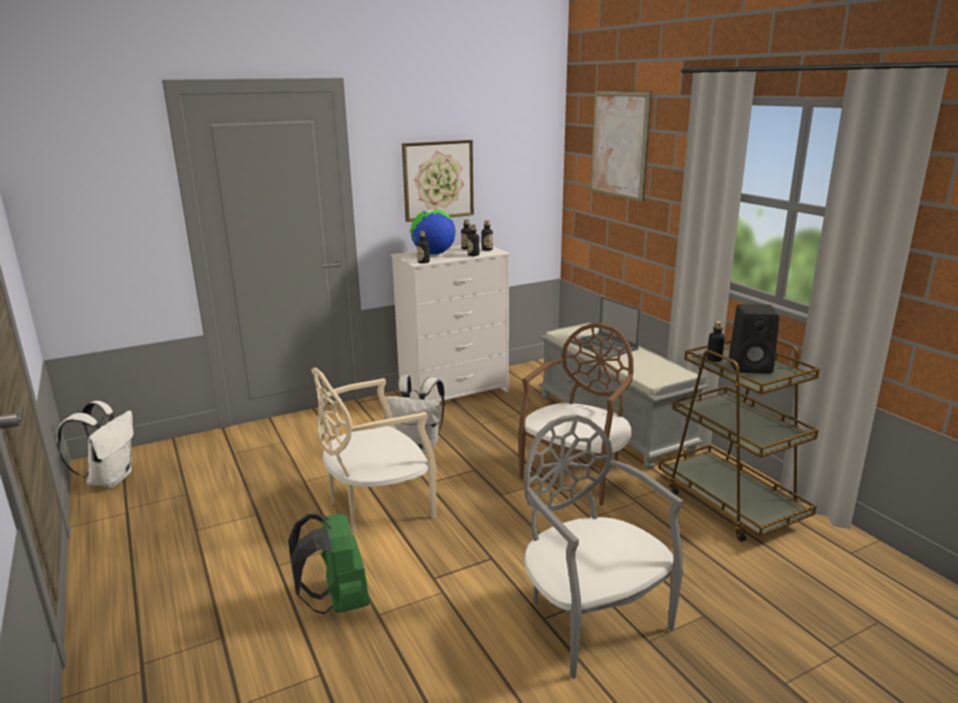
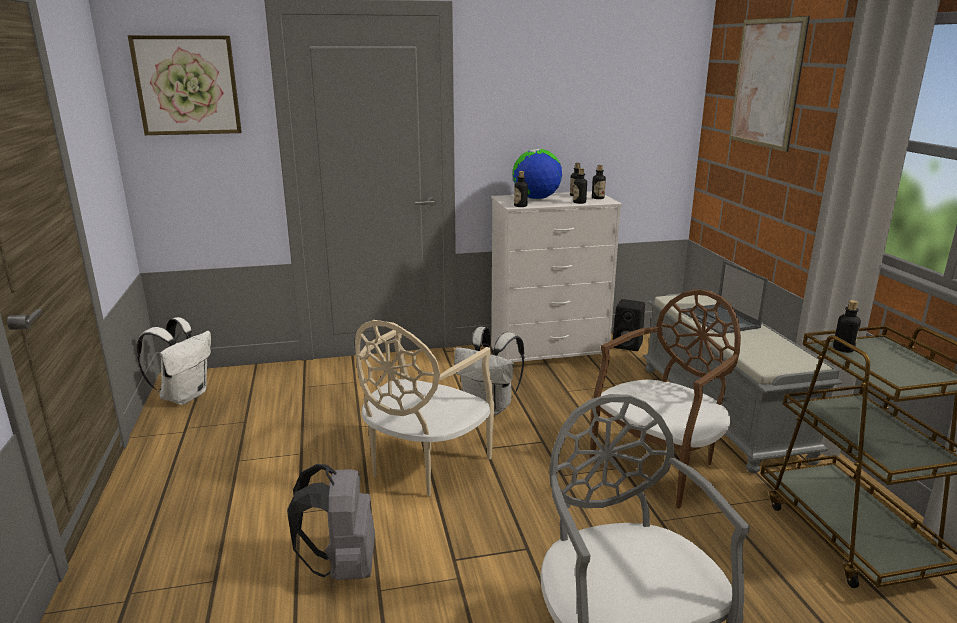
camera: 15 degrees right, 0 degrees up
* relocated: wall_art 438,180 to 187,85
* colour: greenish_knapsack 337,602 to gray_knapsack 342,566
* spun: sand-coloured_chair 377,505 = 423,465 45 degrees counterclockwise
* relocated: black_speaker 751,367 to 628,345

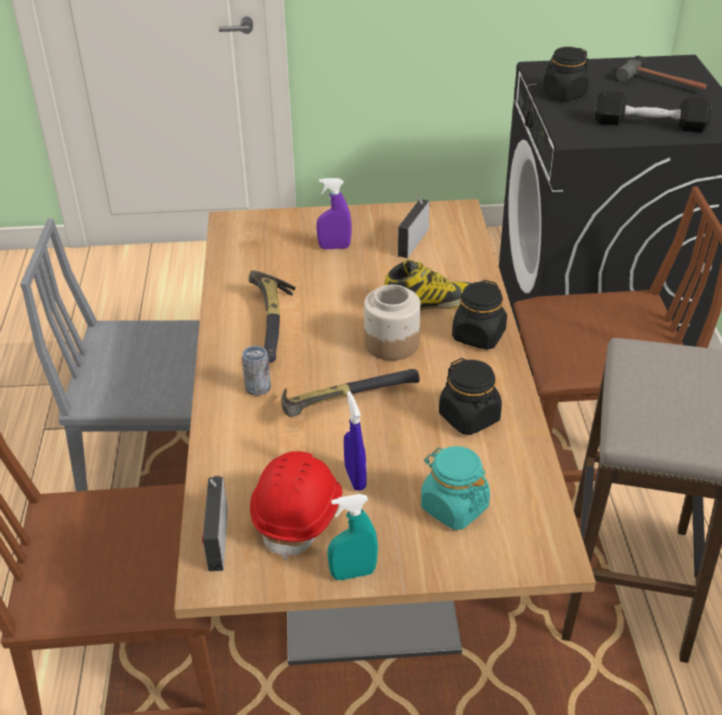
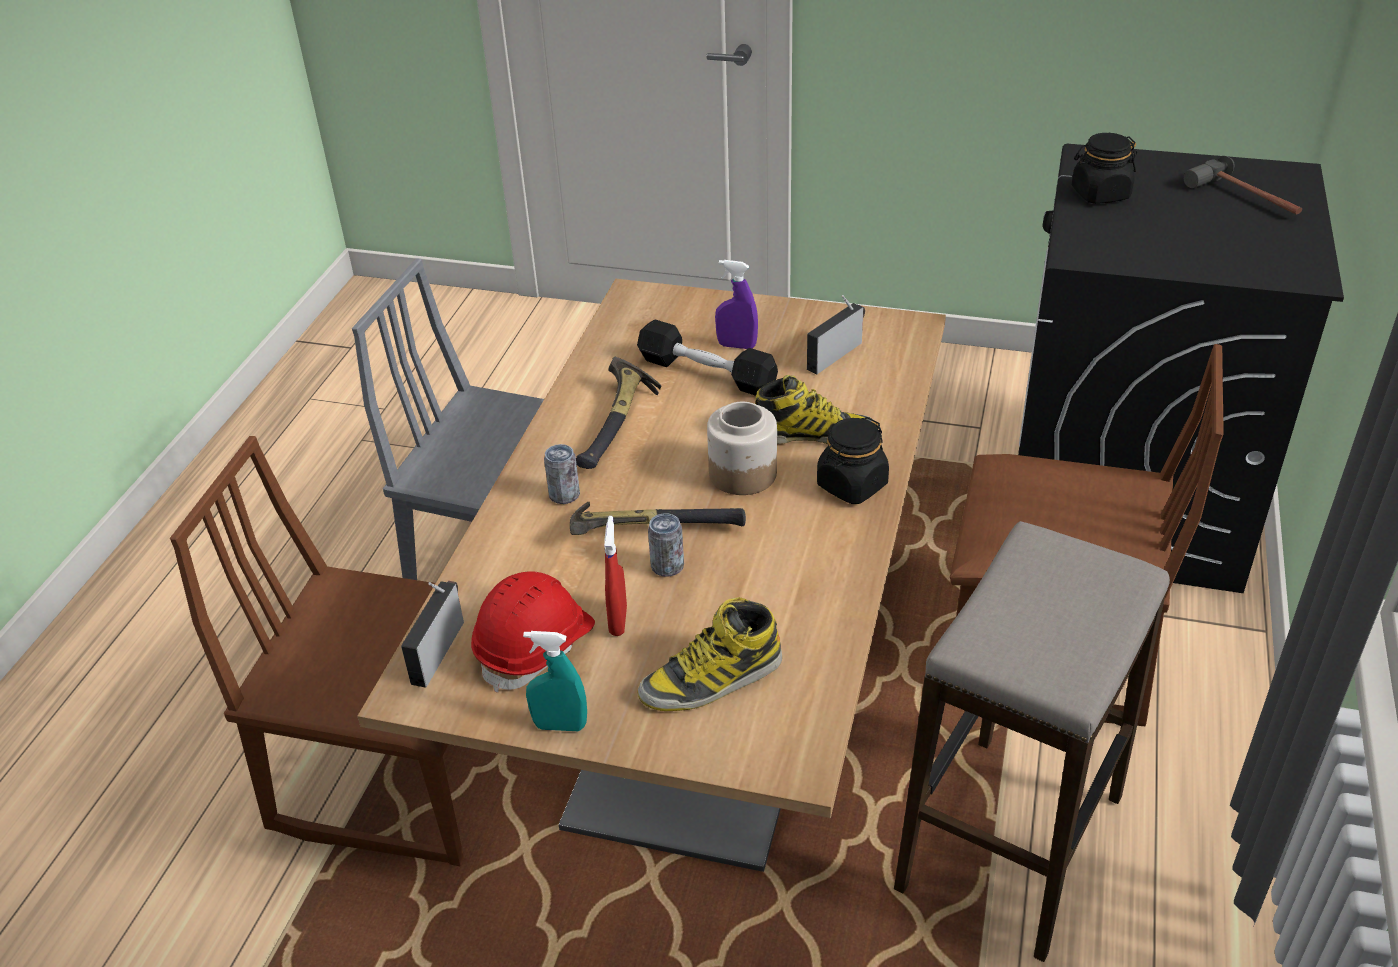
camera: 20 degrees right, 0 degrees up
* colour: bluish_spray_bottle 355,478 to red_spray_bottle 618,621
* relocated: black_free_weight 649,124 to 707,373
* exchanged: turquoise-coloured_storage_jar 454,507 to boot 711,680
* appeared: can 667,566
* missing: black_storage_jar 469,417

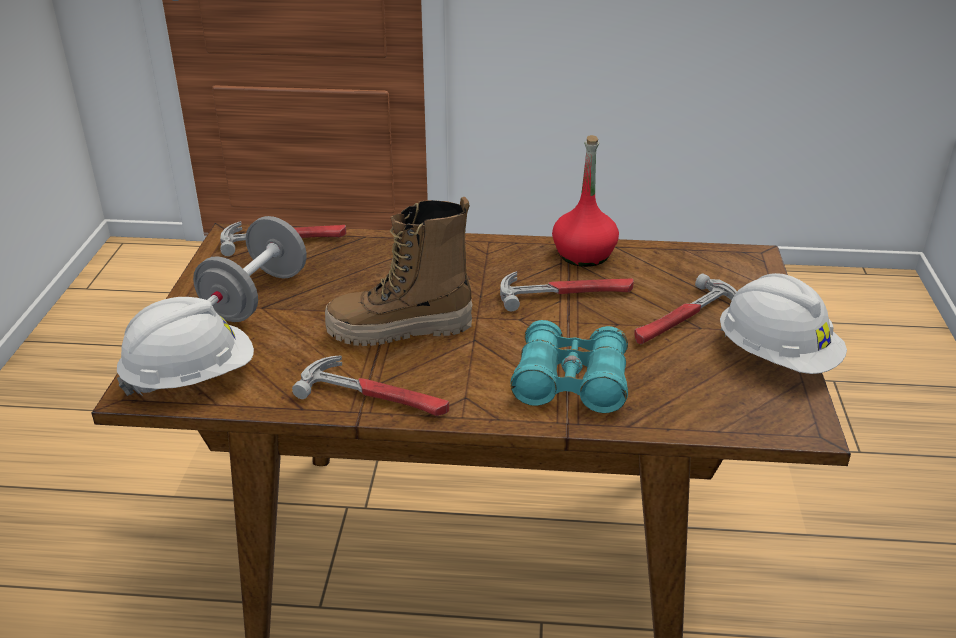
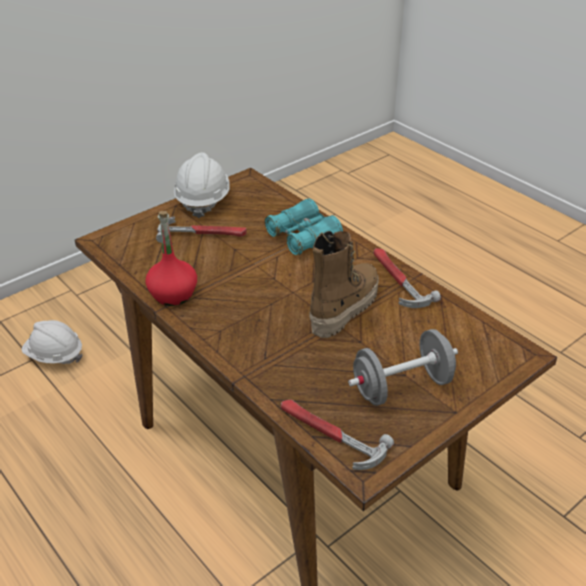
camera: 135 degrees left, 5 degrees up
* relocated: white_work_helmet 191,377 to 54,355
* spun: boot 400,330 = 343,308 90 degrees counterclockwise
* missing: tool_hammer 566,293

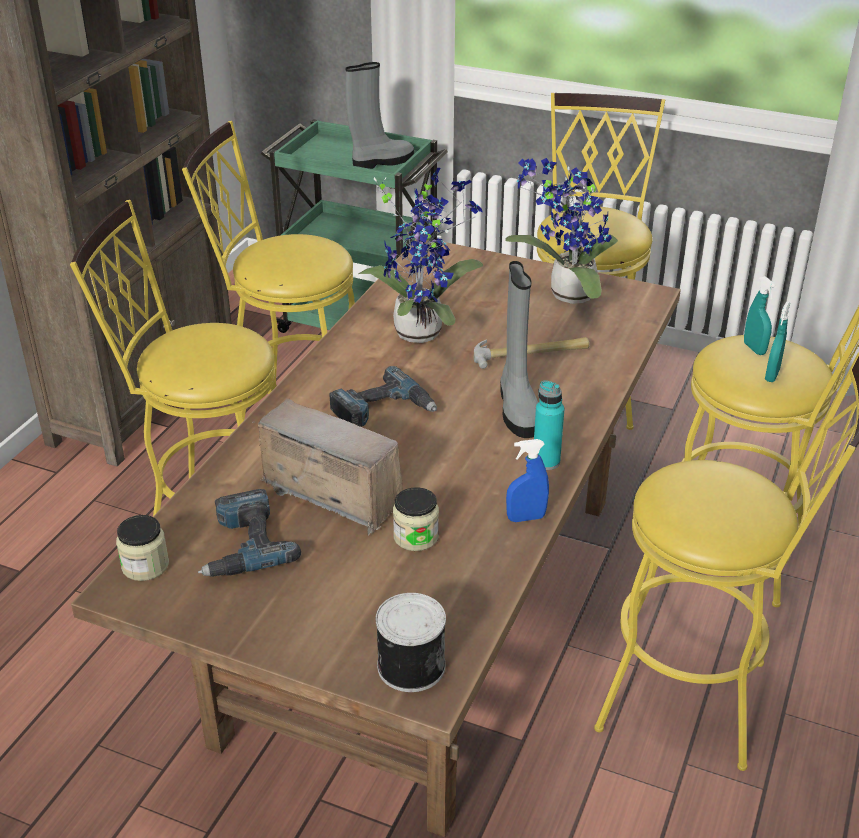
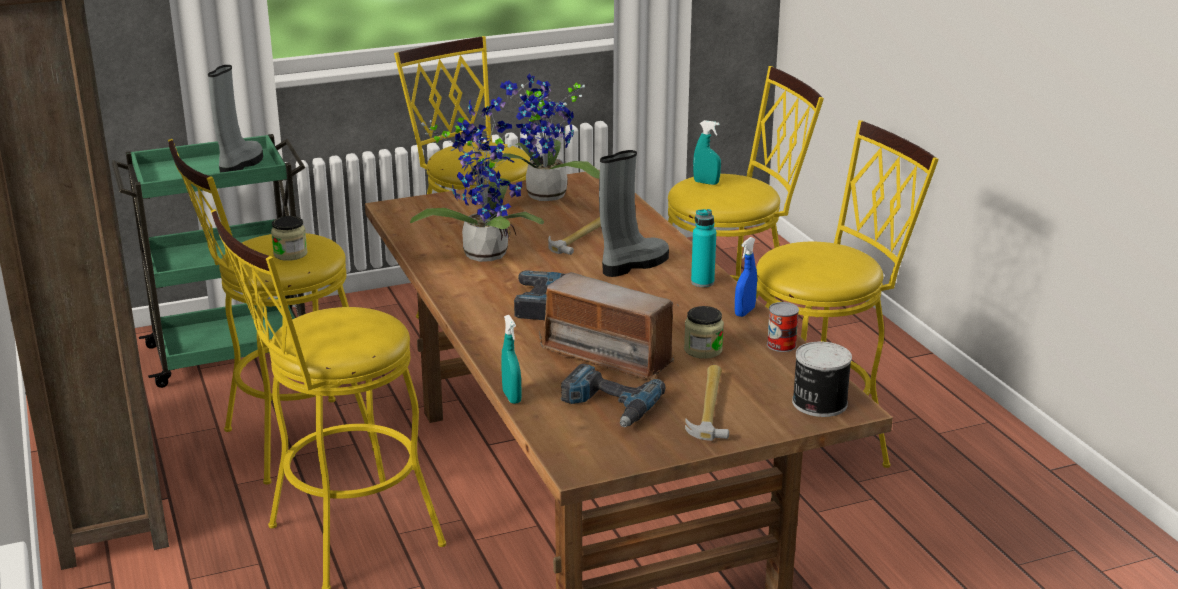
camera: 45 degrees left, 10 degrees down
* relocated: storage_jar 145,565 to 290,254
* relocated: turquoise-coloured_spray_bottle 772,375 to 511,397
* spun: radio_set 330,494 = 608,356 135 degrees counterclockwise
* spun: gray_boot 517,408 = 633,265 75 degrees counterclockwise
* appeared: tool_hammer 710,406
* appeared: can 781,345

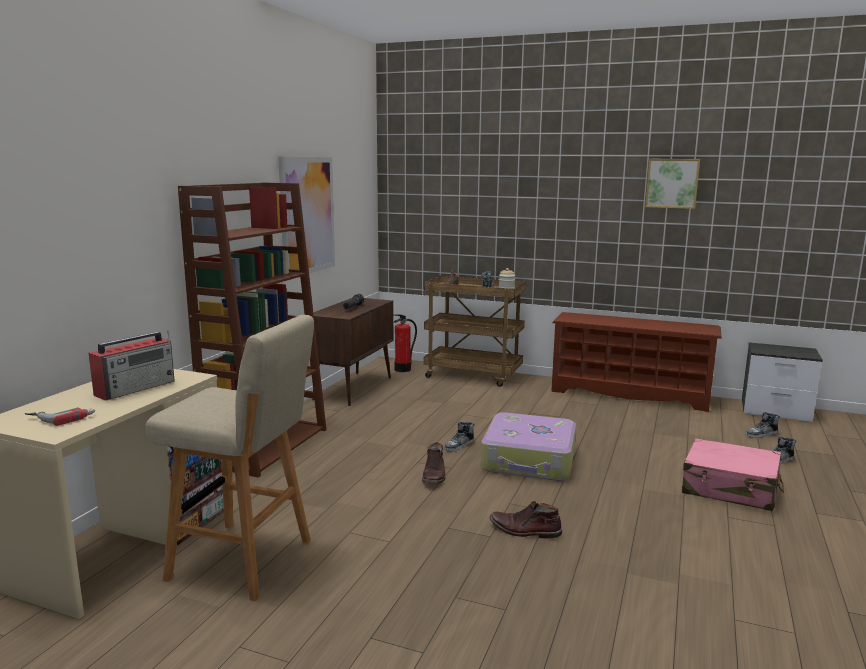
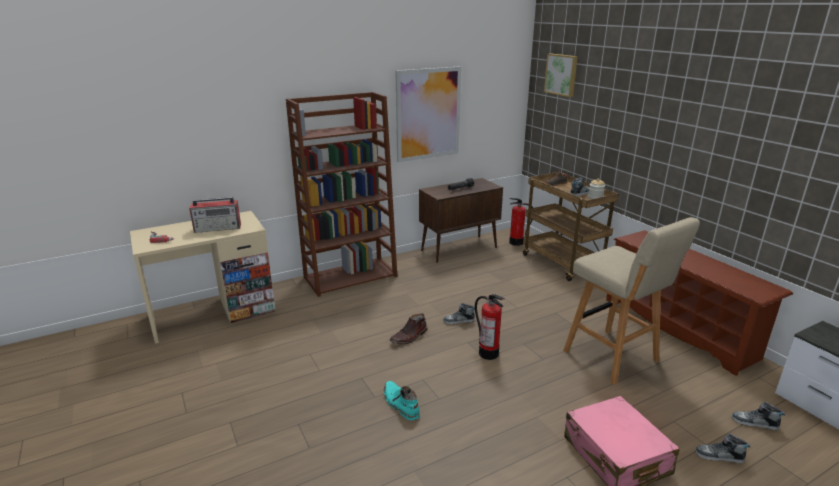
camera: 40 degrees right, 10 degrees up
* colour: brown_boot 525,530 to turquoise-coloured_boot 400,404
* exchanged: travel_case 529,460 to fire_extinguisher 488,353
* relocated: wall_art 672,183 to 561,74
* relocated: sand-coloured_sitting_stool 245,560 to 613,357

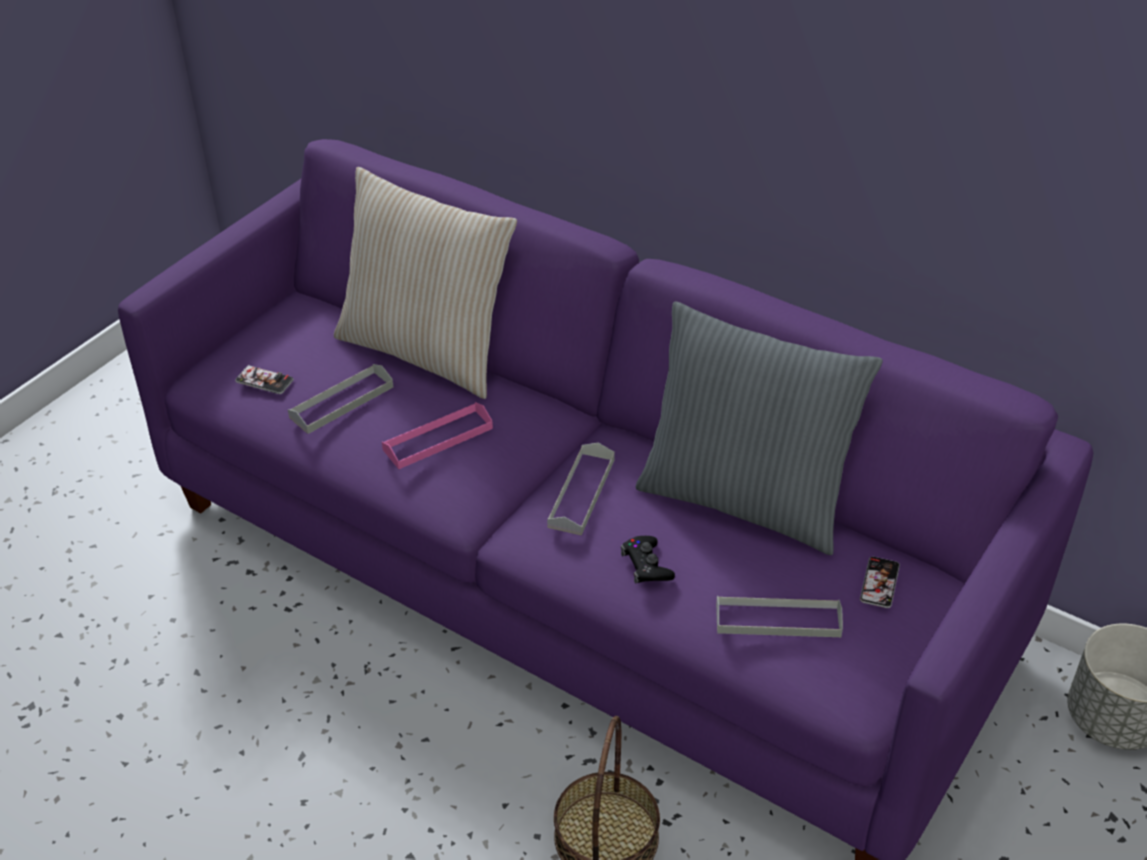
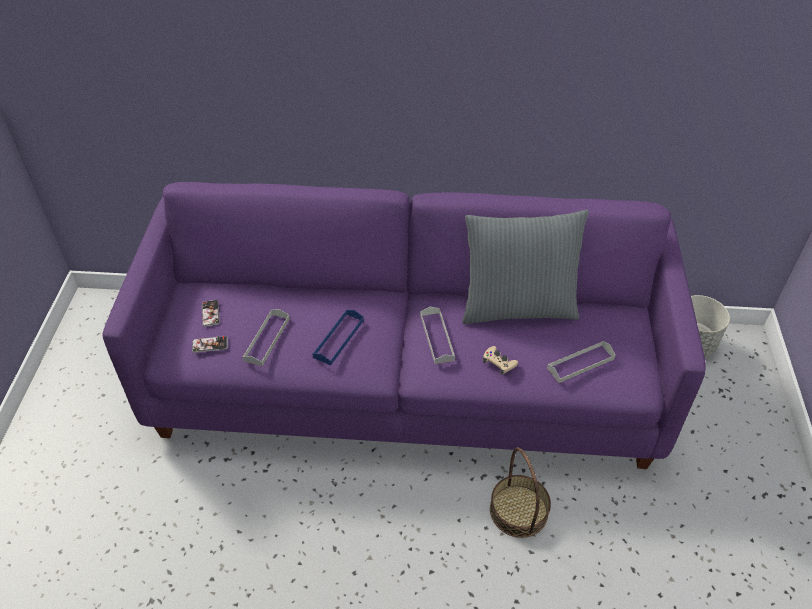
camera: 30 degrees left, 5 degrees up
* relocated: handset 879,583 to 210,313
* colour: pink_tray 438,439 to bluish_tray 338,339
* colour: black_game_controller 646,565 to sand-coloured_game_controller 499,362
* missing: sand-coloured_pillow 427,351

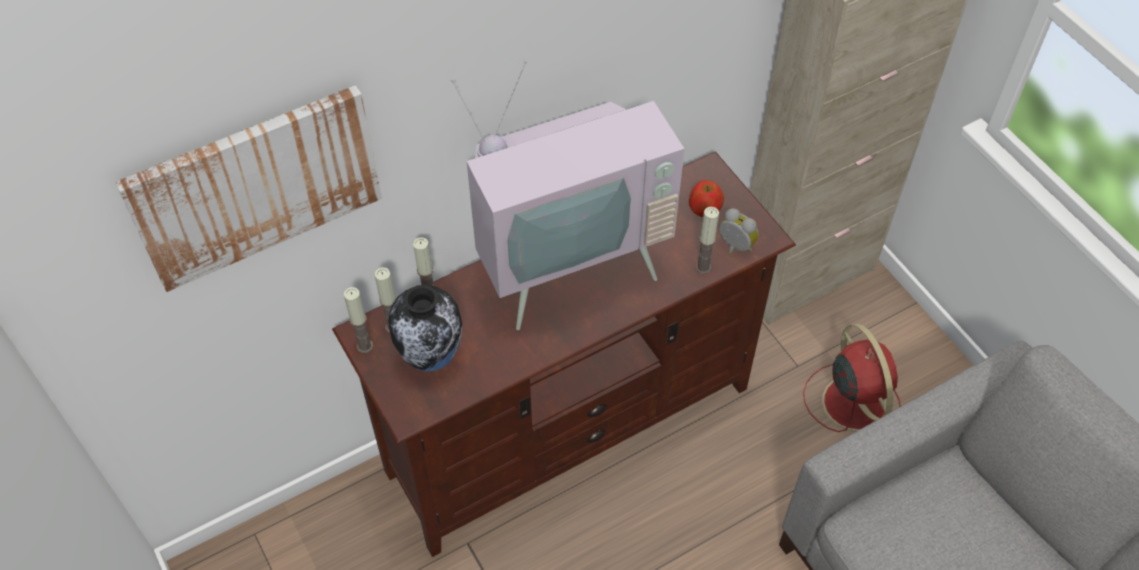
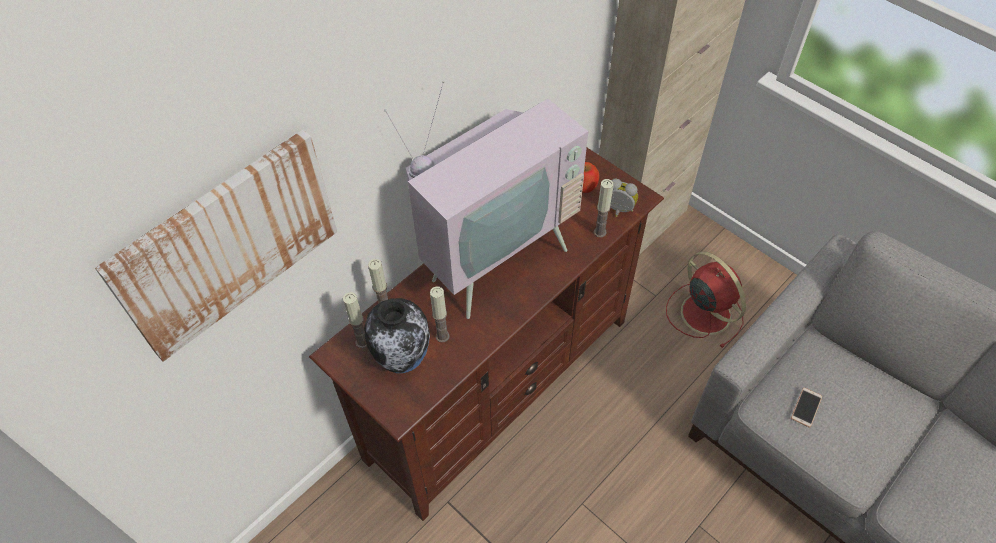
camera: 15 degrees left, 0 degrees up
* relocated: wax_light 365,346 to 442,336
* appeared: handset 806,407

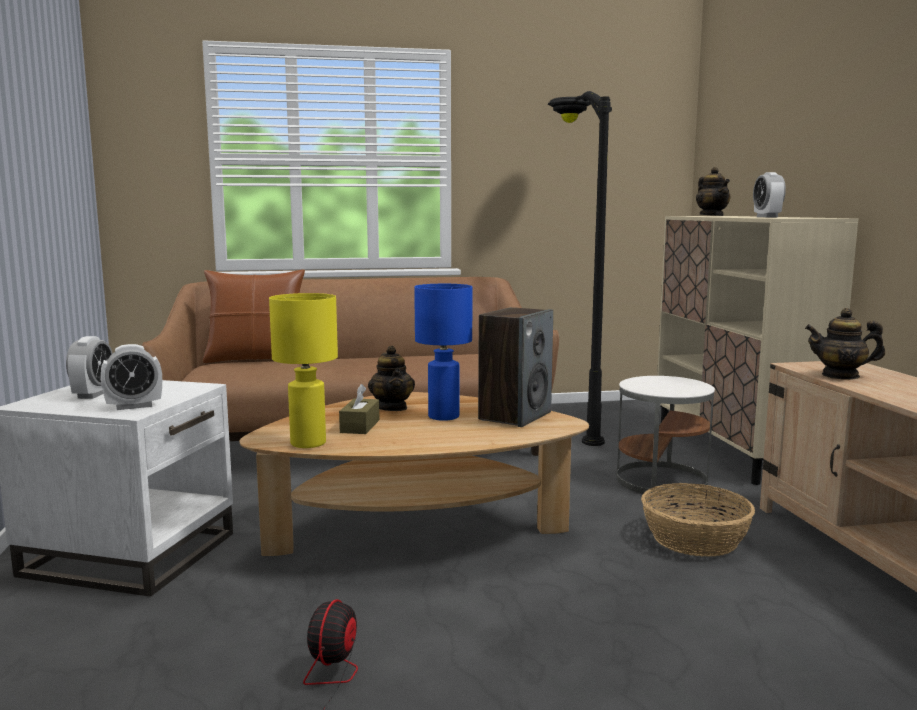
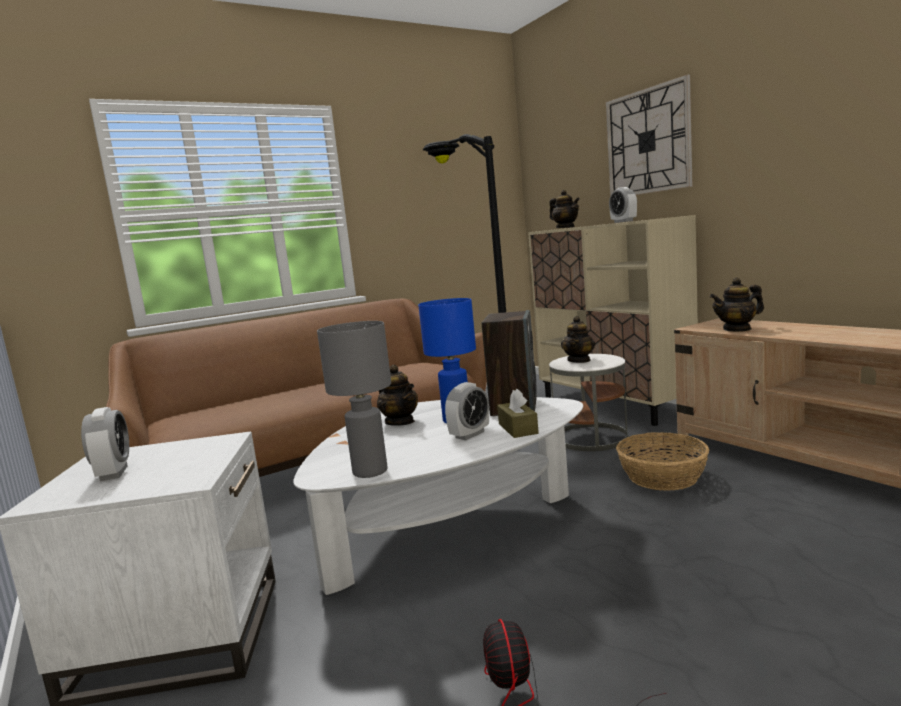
camera: 20 degrees left, 0 degrees up
* colour: brown_lounge_table 417,533 to white_lounge_table 450,531
* colour: yellowish_table_lamp 308,443 to gray_table_lamp 370,471
* relocated: bedside_clock 134,406 to 470,435
* relocated: brown_tissue_holder 360,426 to 518,428
* appeared: teapot 579,360
* appeared: wall_clock 648,141
* missing: brown_pillow 256,359

